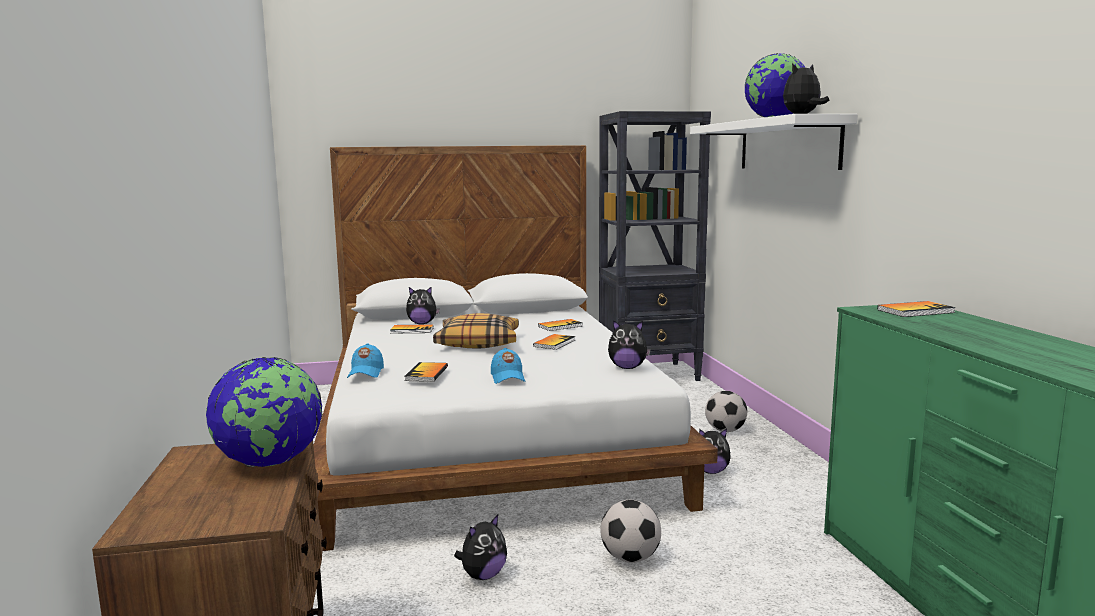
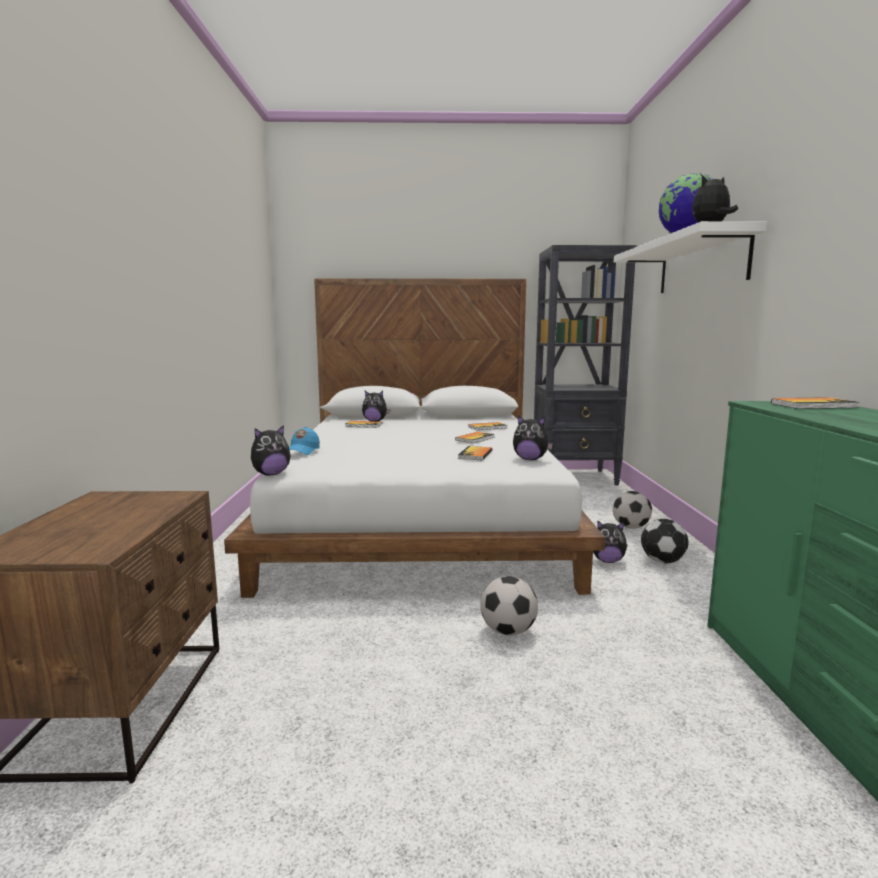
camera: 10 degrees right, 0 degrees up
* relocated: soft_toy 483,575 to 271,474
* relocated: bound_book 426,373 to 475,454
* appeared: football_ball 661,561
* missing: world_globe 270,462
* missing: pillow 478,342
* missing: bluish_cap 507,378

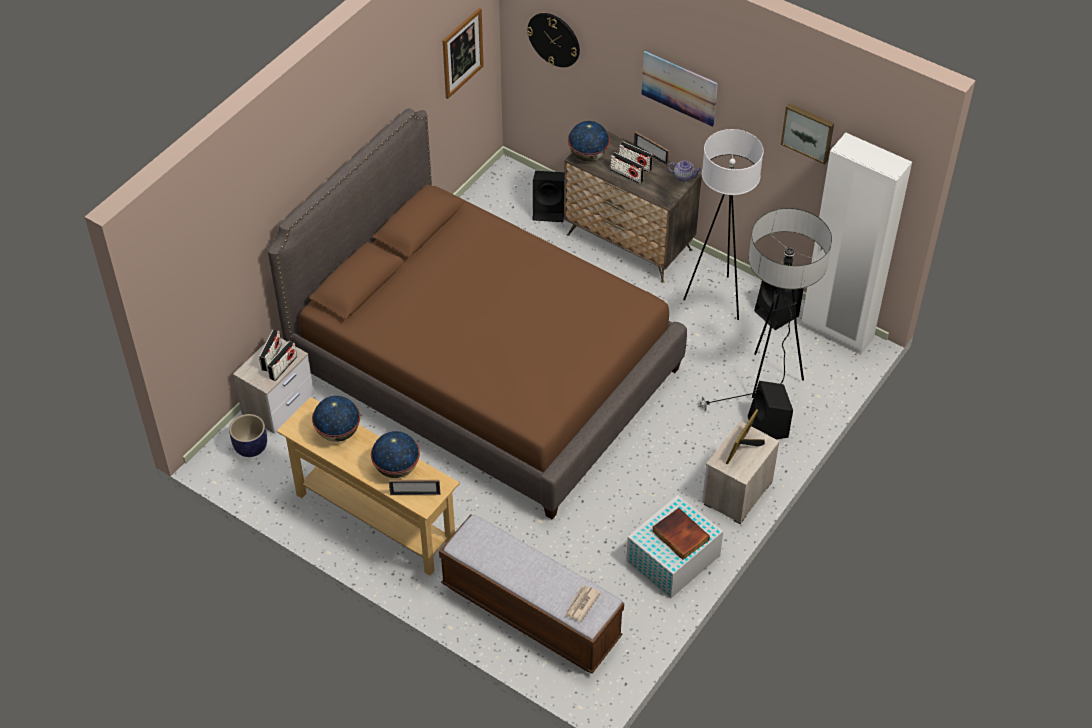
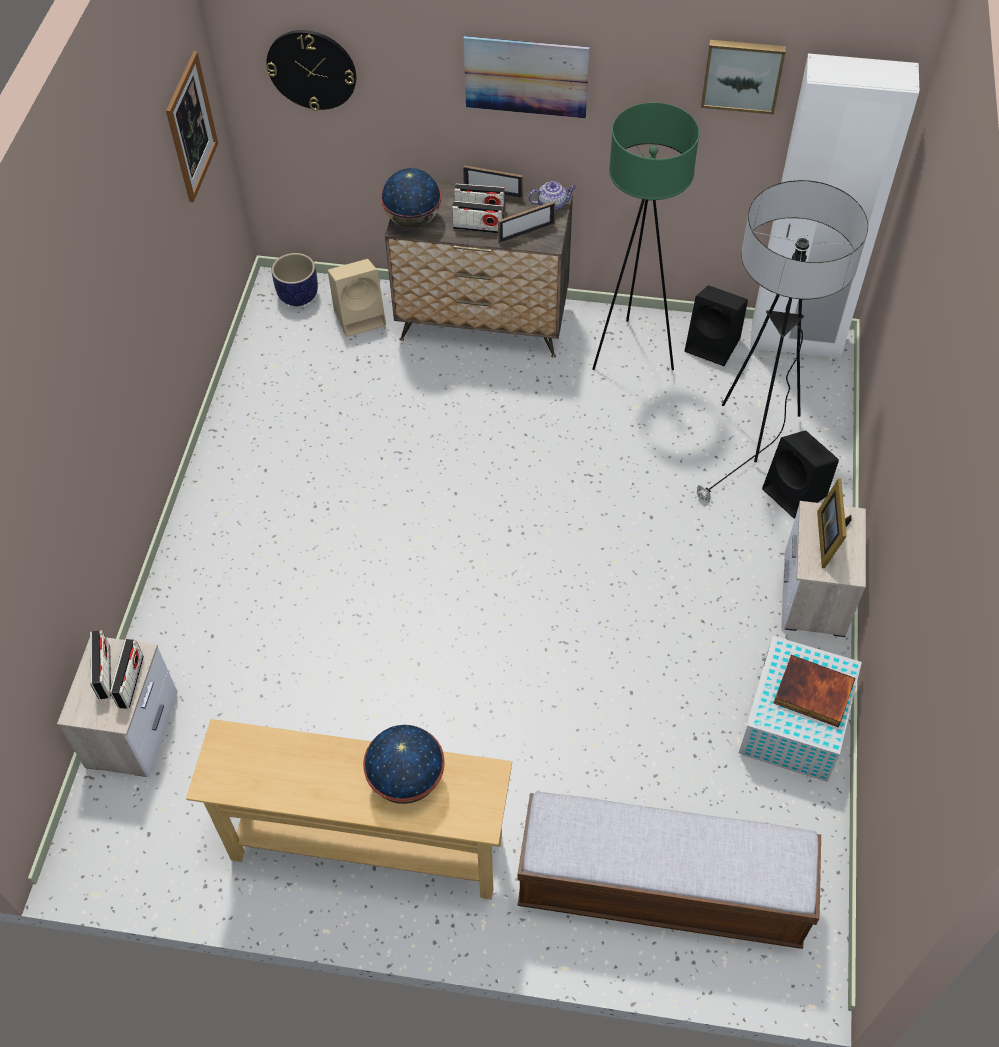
camera: 25 degrees left, 5 degrees up
* relocated: planter 251,447 to 298,295
* colour: black_speaker 550,210 to sand-coloured_speaker 361,316
* relocated: photo_frame 415,494 to 526,233
* colour: white_standard_lamp 717,299 to greenish_standard_lamp 632,353
* missing: brown_bedroom_bed 485,369
* missing: world_globe 338,432
* missing: newspaper 581,604

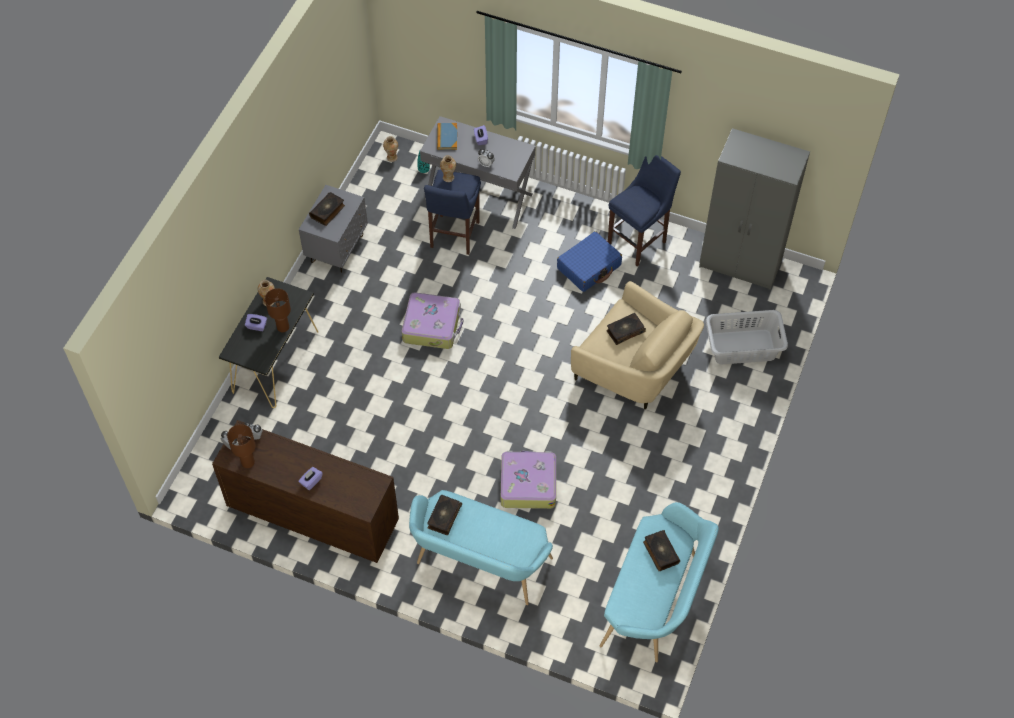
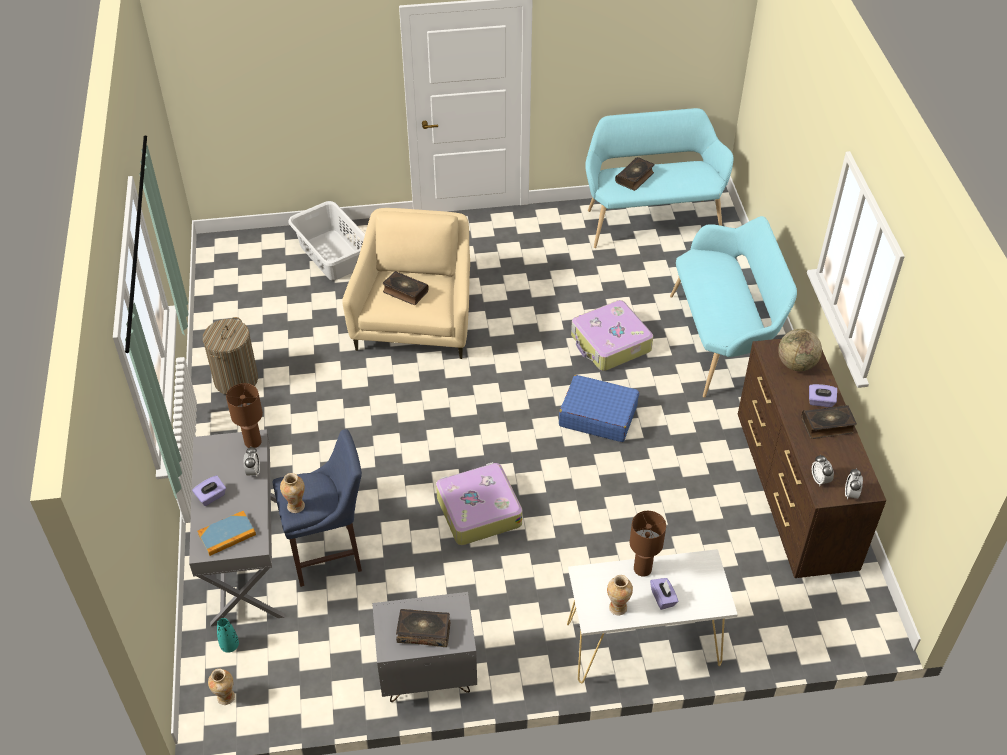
camera: 120 degrees left, 10 degrees down
* exchanged: bluish_sitting_stool 639,241 to washing_basket 236,379
* relocated: brown_table_lamp 248,463 to 253,442
* relocated: bluish_travel_case 589,267 to 597,416
* colour: black_hall_table 275,361 to white_hall_table 642,644
* appeared: world_globe 796,364
* relocated: bound_book 444,517 to 827,426
* missing: gray_armoire 741,264

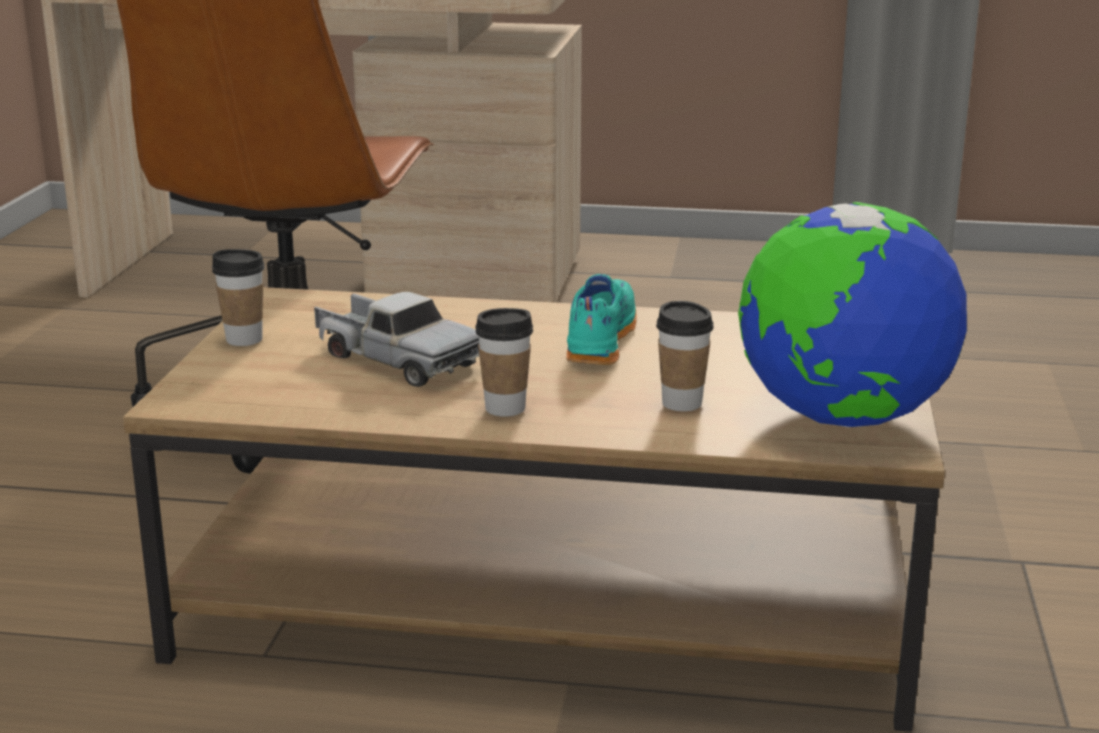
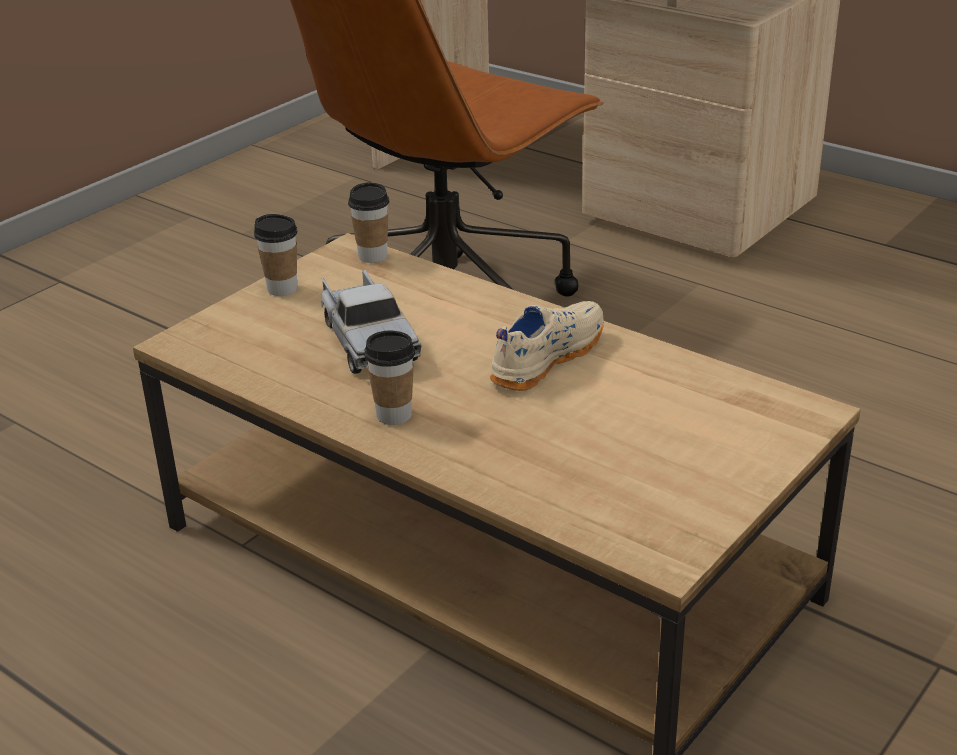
camera: 30 degrees right, 10 degrees up
* relocated: drinking_cup 682,403 to 372,256
* colour: turquoise-coloured_item_of_footwear 597,340 to sand-coloured_item_of_footwear 545,358
* missing: world_globe 842,418

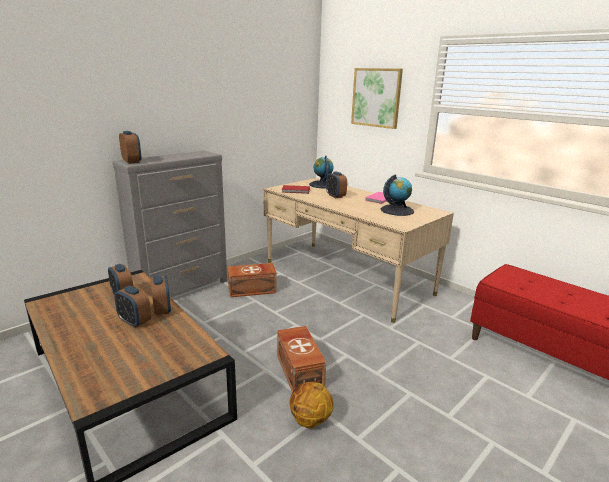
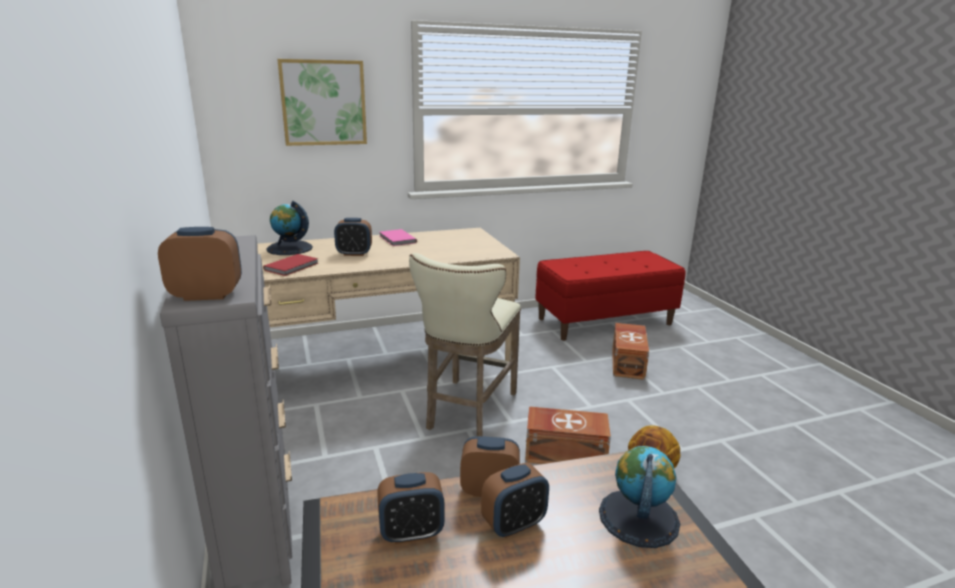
camera: 65 degrees left, 0 degrees up
* appeared: sand-coloured_sitting_stool 467,412
* relocated: world_globe 397,210 to 638,517
* relocated: brown_storage_container 253,290 to 628,363

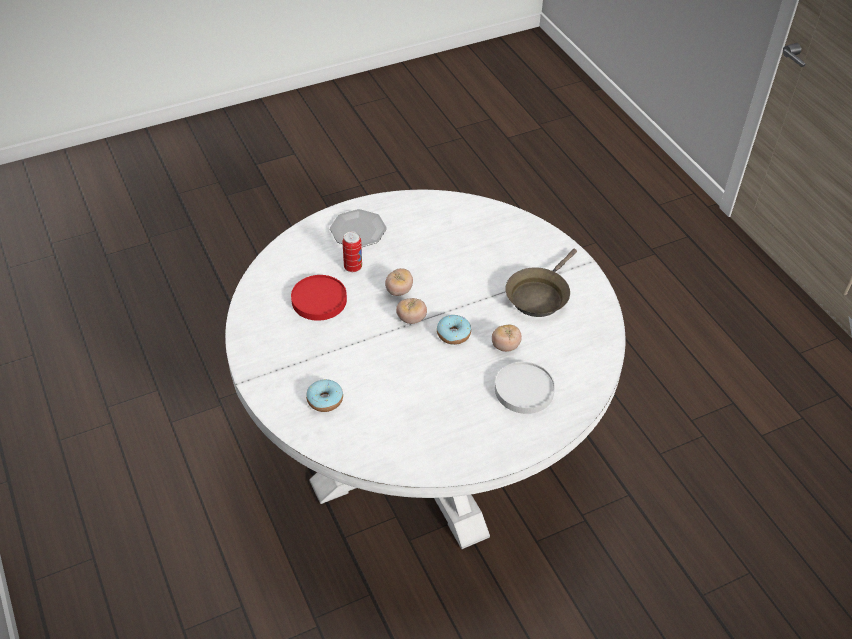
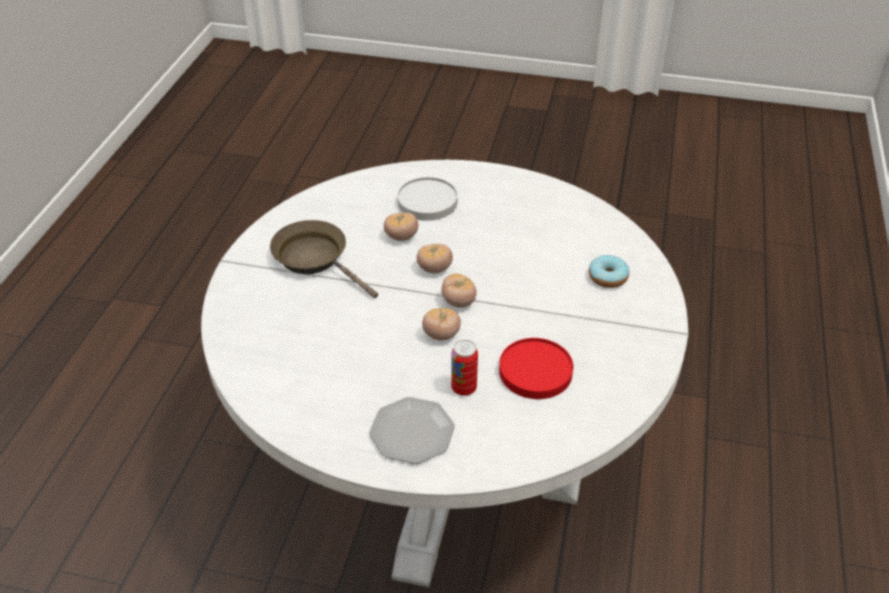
camera: 140 degrees left, 5 degrees down
* spun: brown_pan 539,295 = 315,259 120 degrees counterclockwise
* exchanged: ring_doughnut 453,334 to tomato 434,269

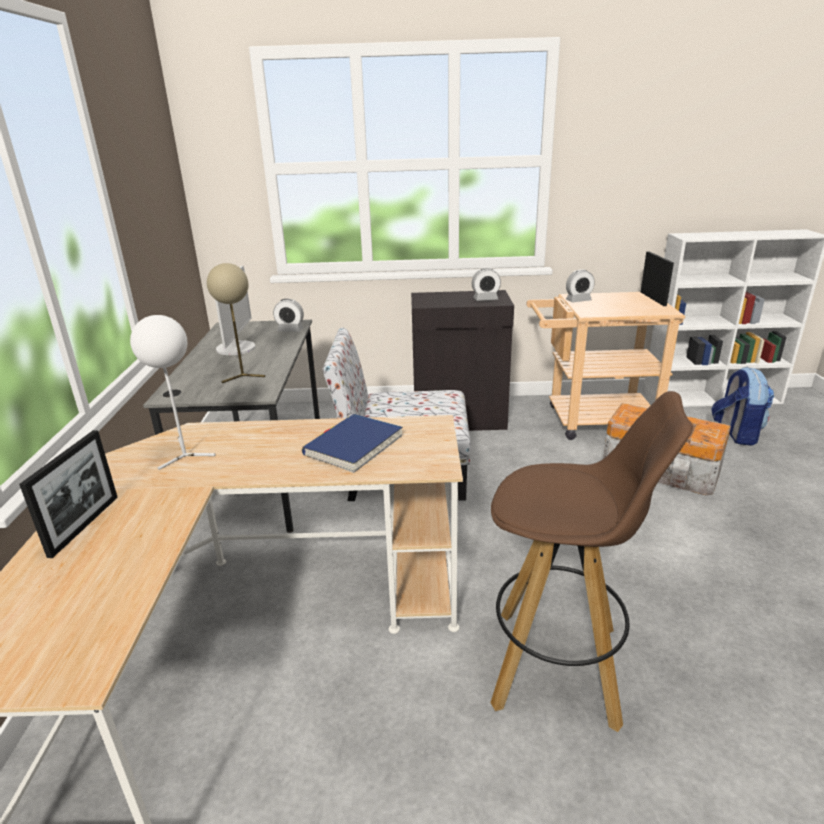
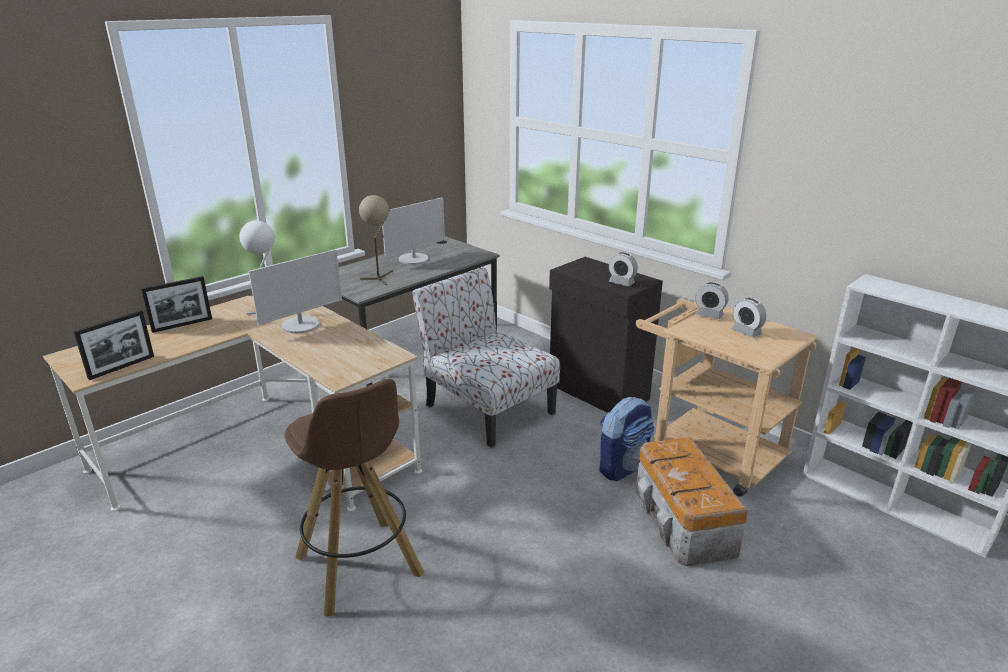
camera: 45 degrees right, 0 degrees up
* relocated: photo_frame 653,298 to 122,367
* appeared: computer_screen 301,325
* relocated: knapsack 736,434 to 623,466
* relocated: bedside_clock 290,330 to 746,332
* missing: bluish_bound_book 354,446

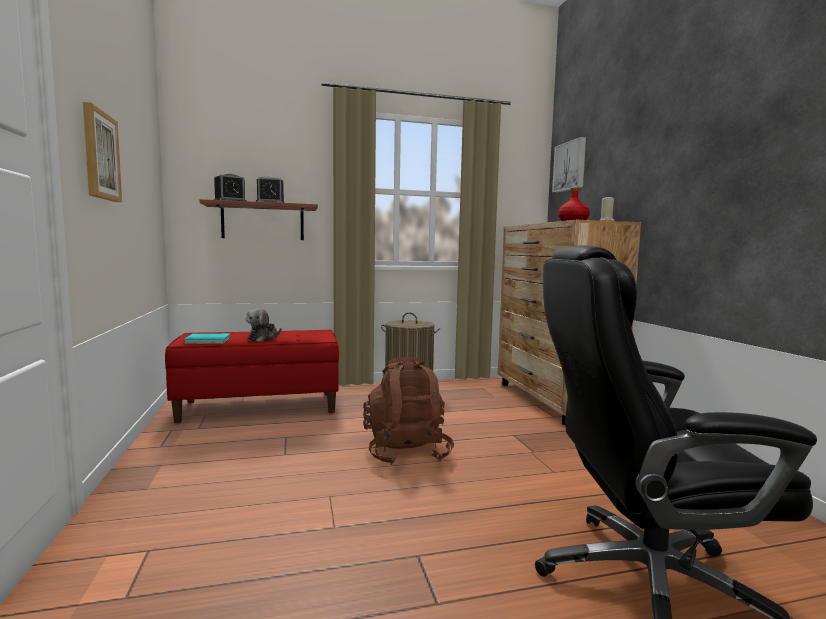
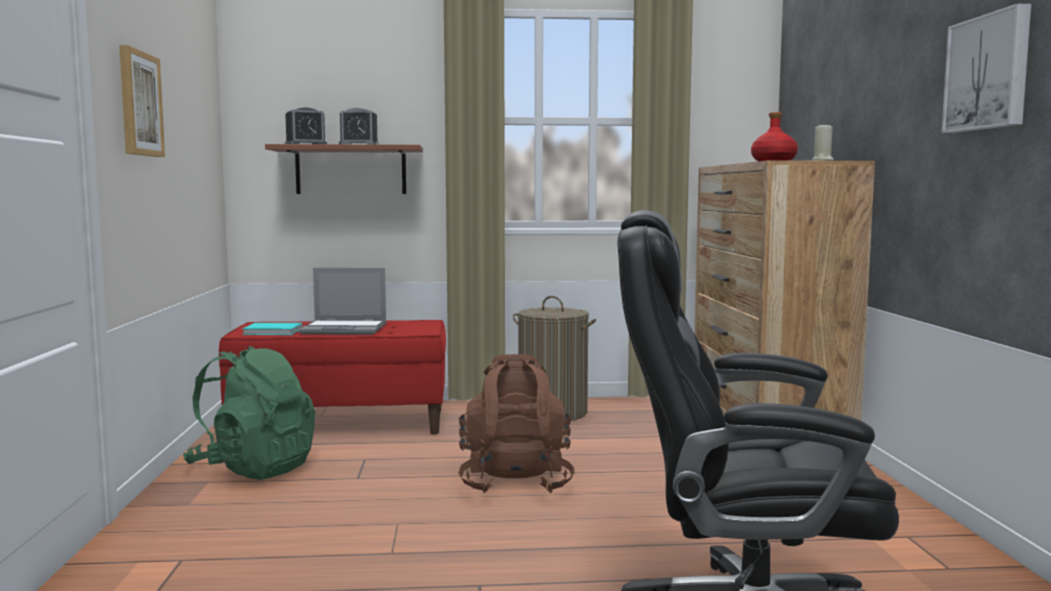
camera: 10 degrees right, 0 degrees up
* appeared: greenish_knapsack 253,469
* exchanged: soft_toy 264,338 to laptop 345,329
* relocated: wall_art 570,166 to 989,73

